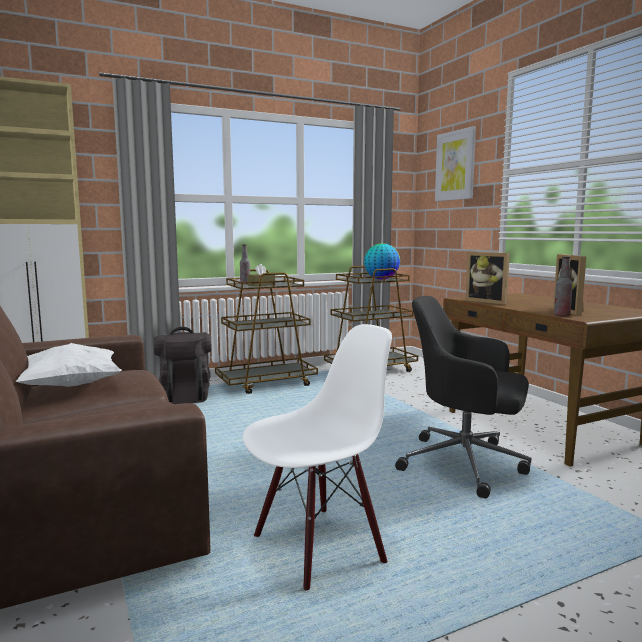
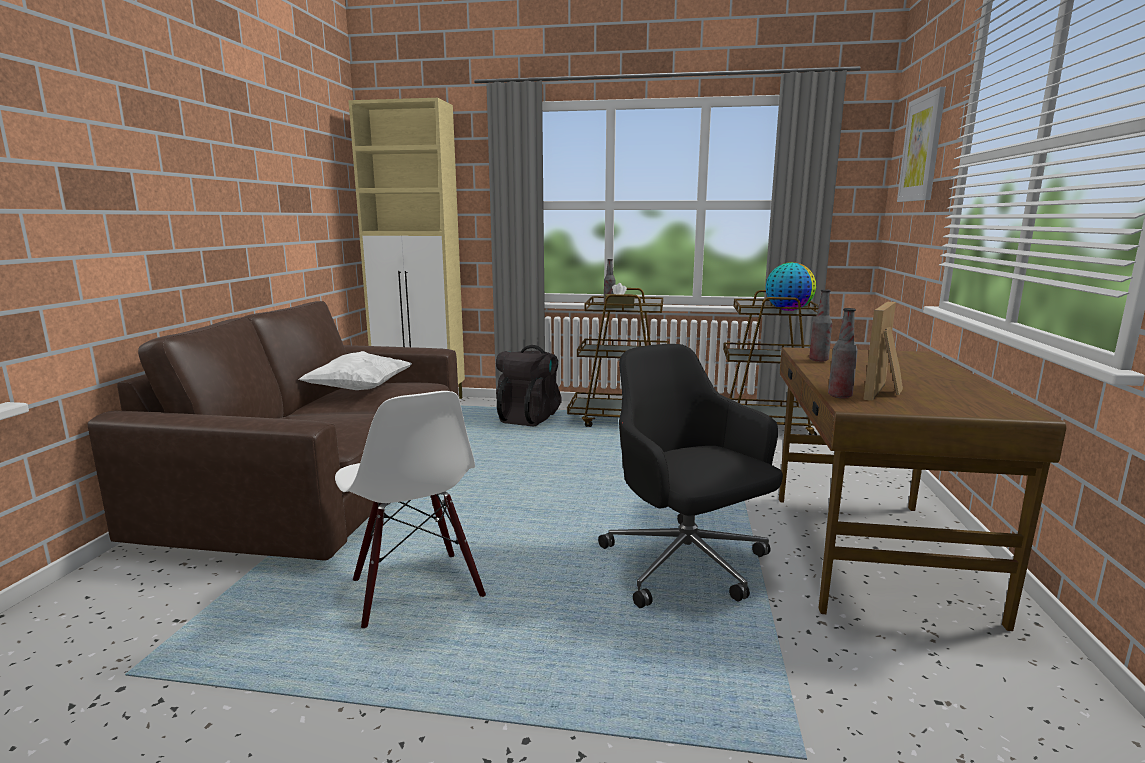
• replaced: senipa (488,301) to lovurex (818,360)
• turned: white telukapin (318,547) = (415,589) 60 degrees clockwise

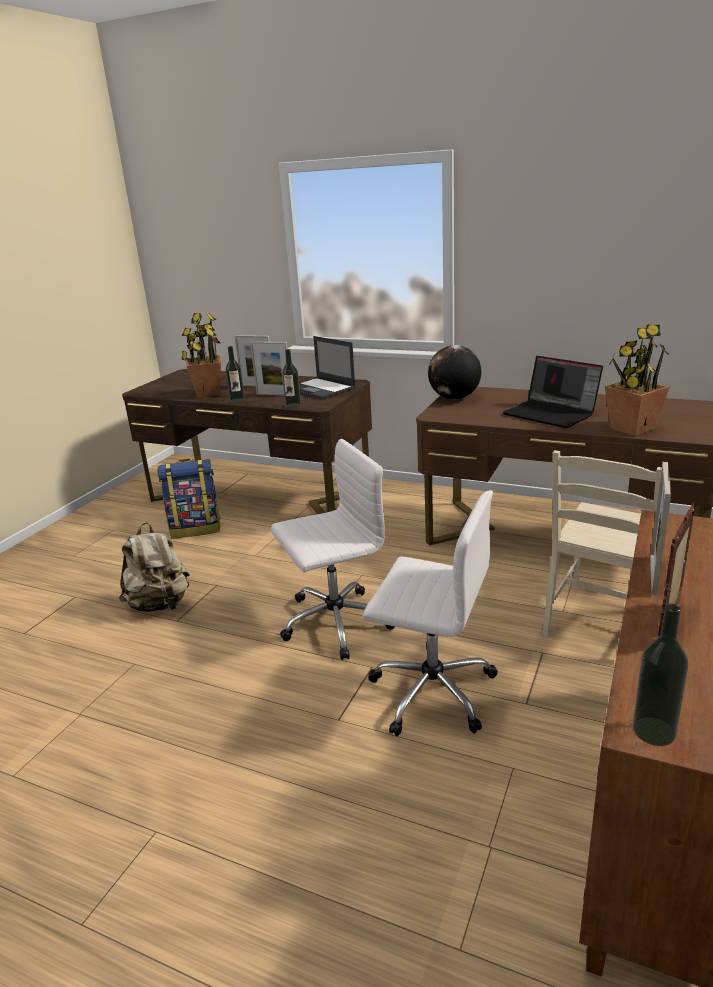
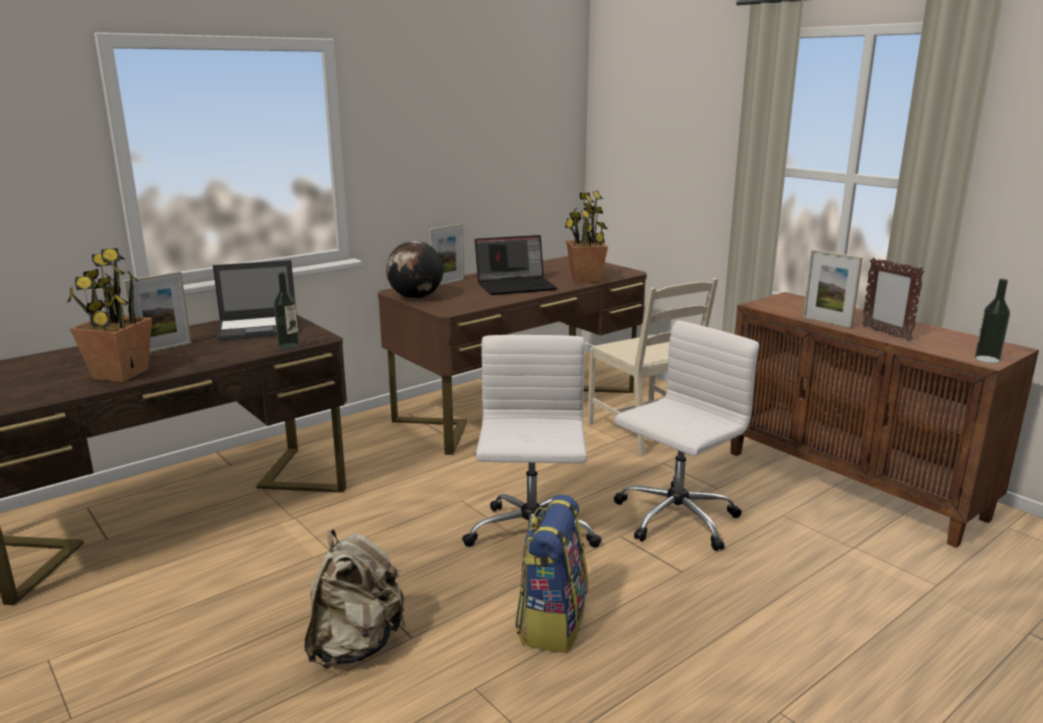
• moved: senipa (274,394) to (448,283)
• removed: lovurex (237,400)
• moved: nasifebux (196,529) to (551,622)

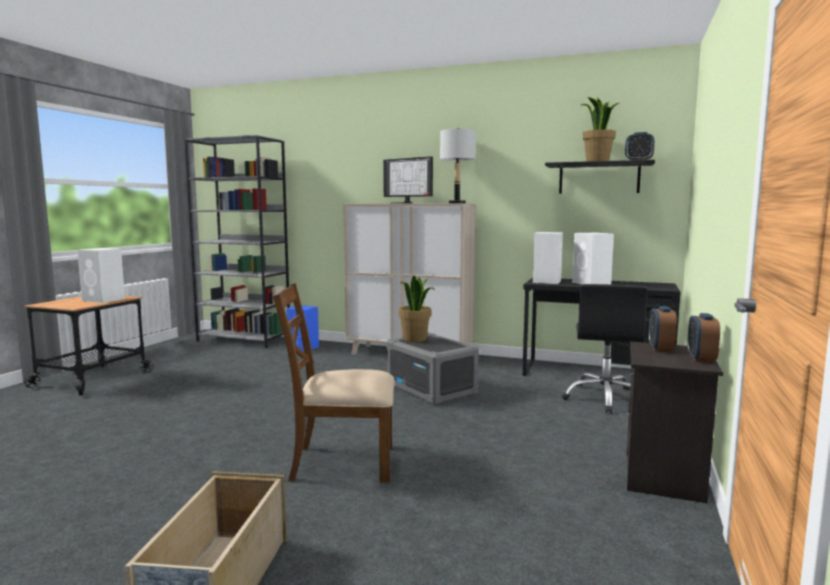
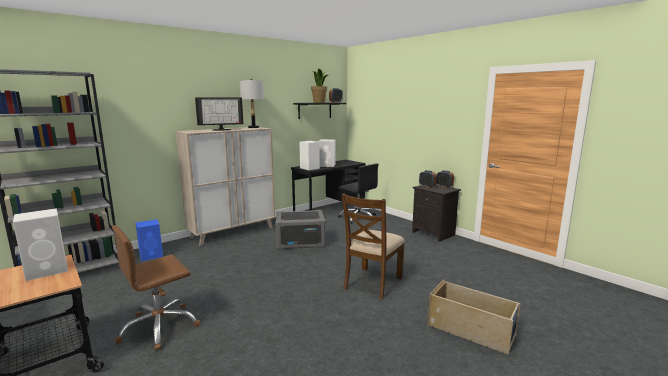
• removed: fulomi (415,339)
• added: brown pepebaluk (159,327)

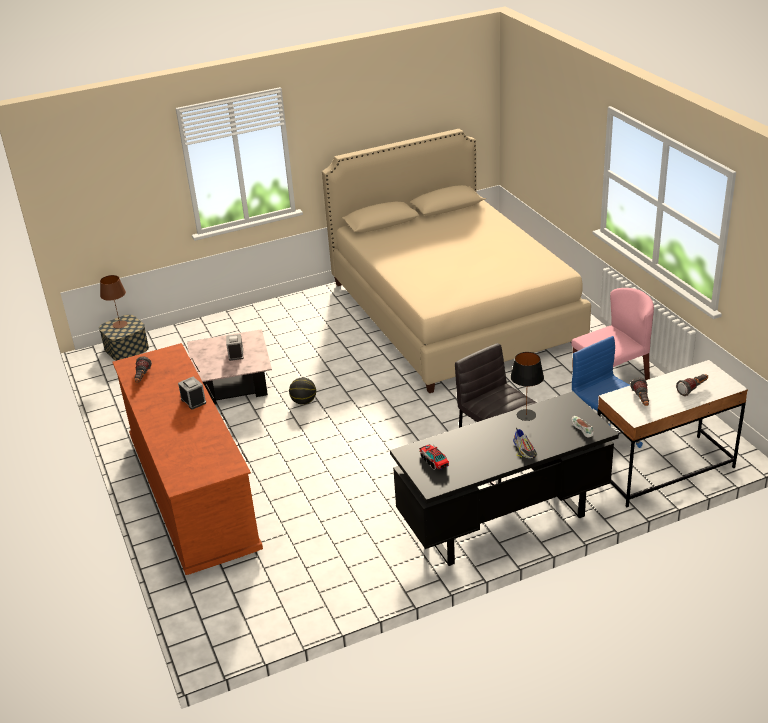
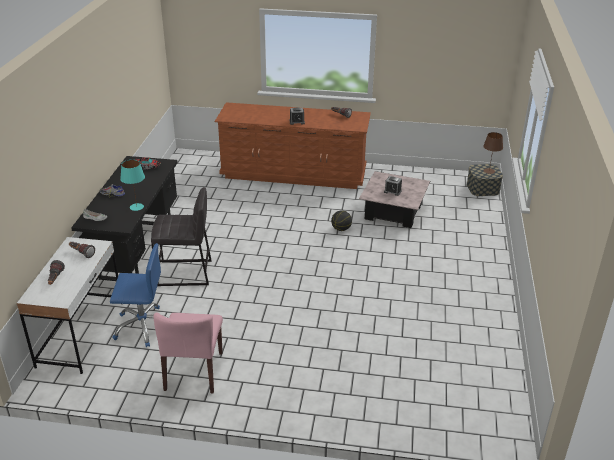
• removed: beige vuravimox (452,313)
• recoloured: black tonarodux (526,415) to turquoise tonarodux (136,207)

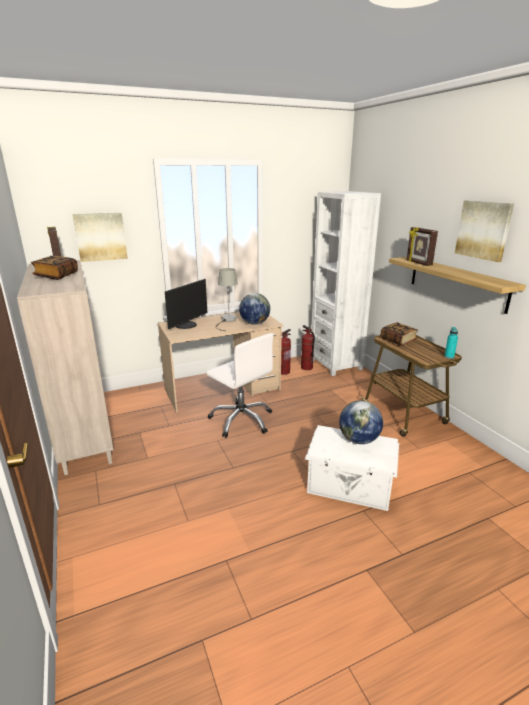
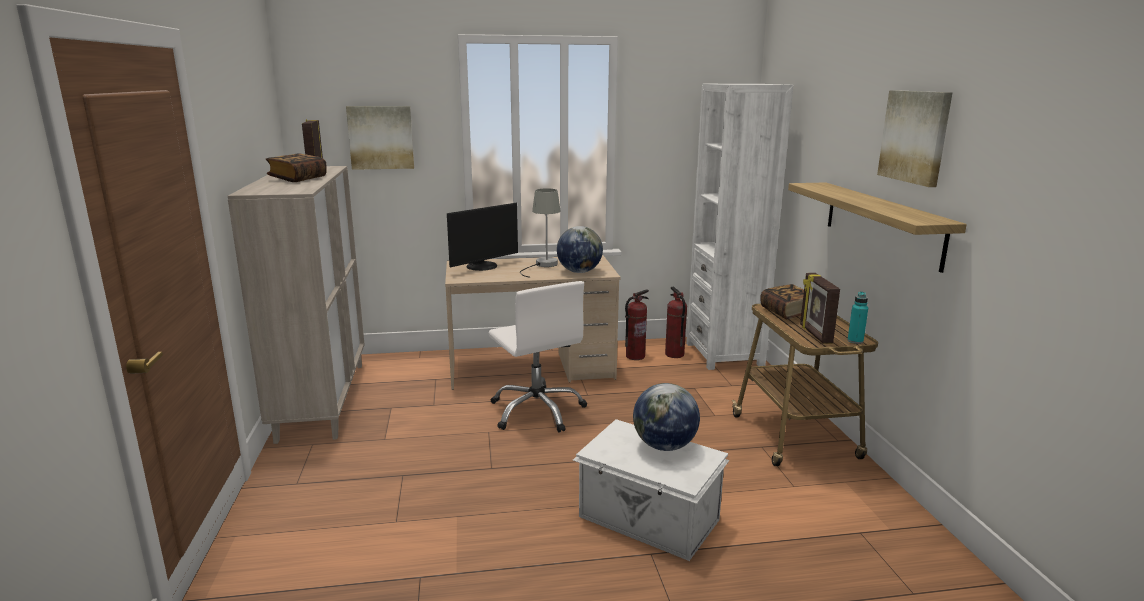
• moved: senipa (418,263) to (814,334)

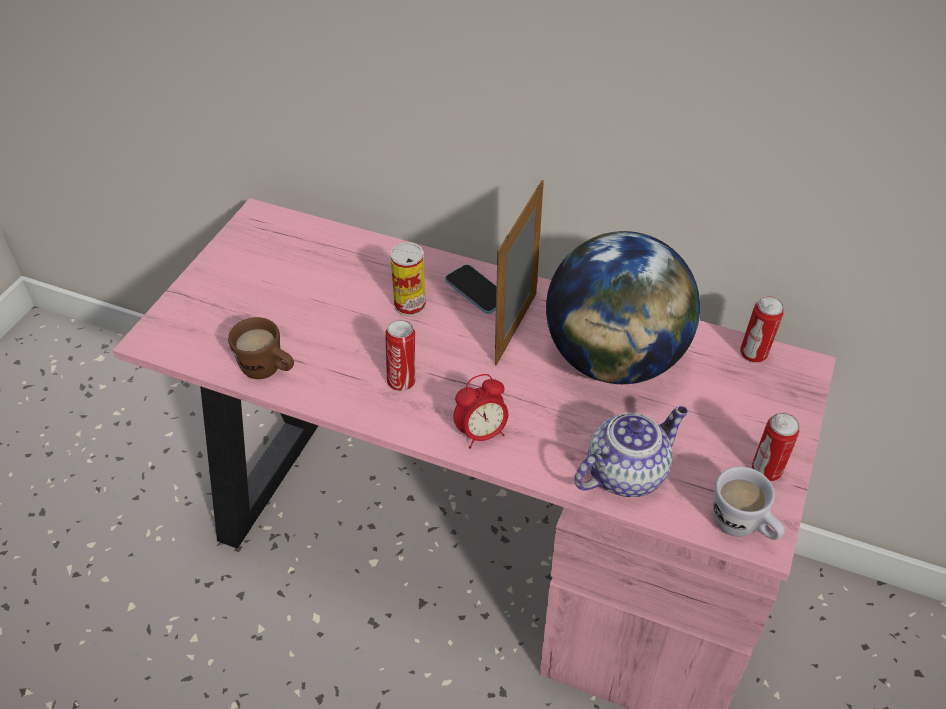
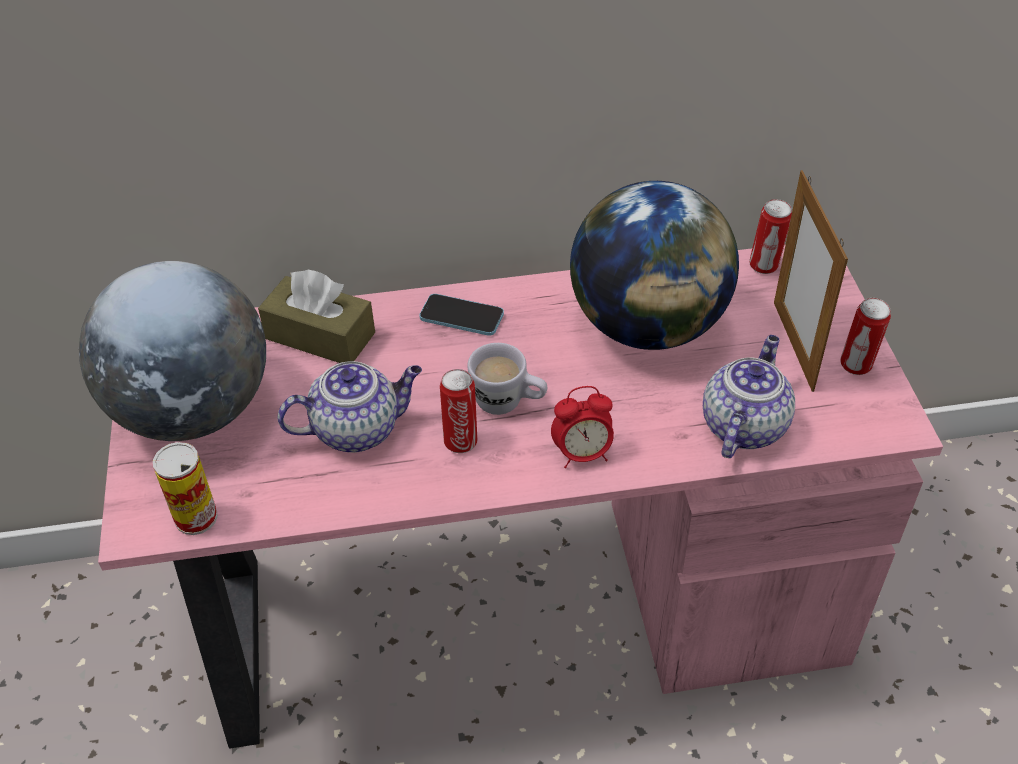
• moved: senipa (516,328) to (793,345)
• moved: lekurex (410,305) to (196,517)
• removed: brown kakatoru (268,371)
• turned: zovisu (481,433) = (582,454) 45 degrees clockwise
• moved: white kakatoru (743,528) to (508,403)
• added: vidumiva (194,410)
• added: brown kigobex (320,336)
• added: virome (358,429)

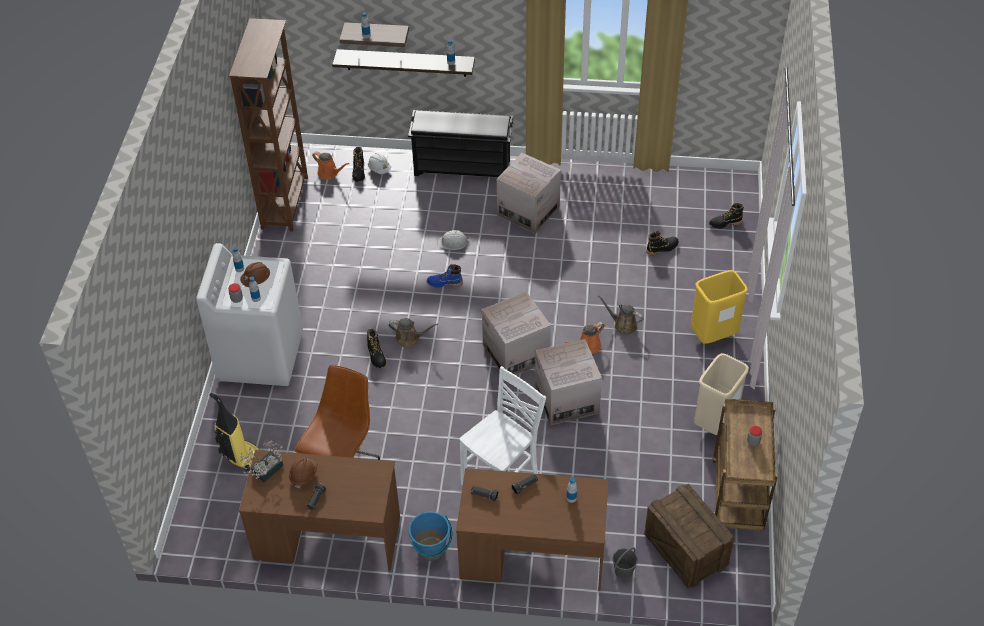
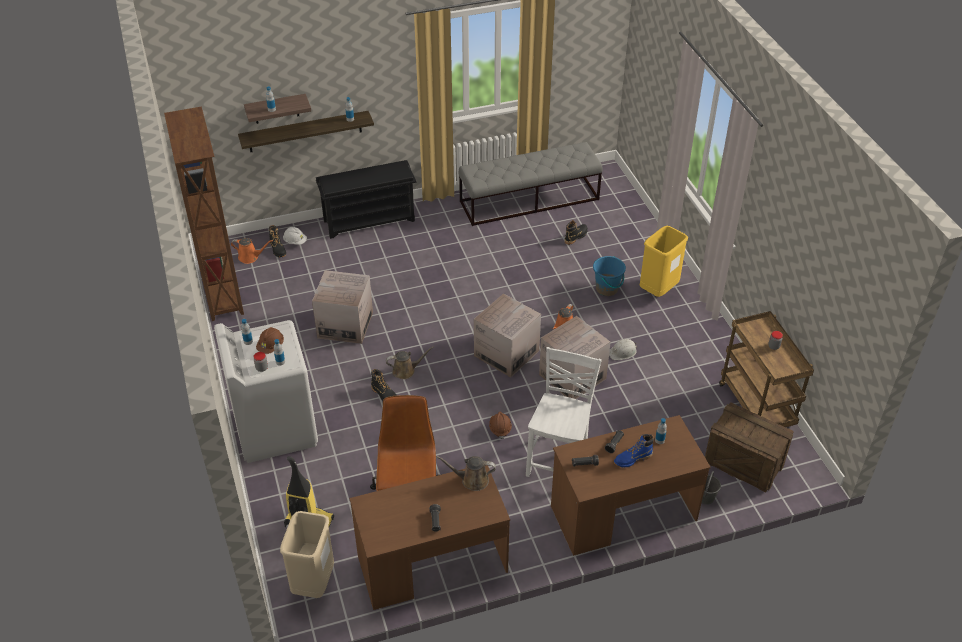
• moved: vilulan (528,211) to (345,325)
• removed: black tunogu (725,223)
• moved: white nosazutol (452,243) to (622,352)
• moved: blue tunogu (444,283) to (632,459)
• moved: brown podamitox (623,324) to (472,480)
• moved: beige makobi (715,422) to (314,583)
• removed: fulomi (264,471)
• moved: brown nosazutol (303,475) to (500,428)
• moved: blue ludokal (431,549) to (607,289)
• added: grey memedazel (529,200)

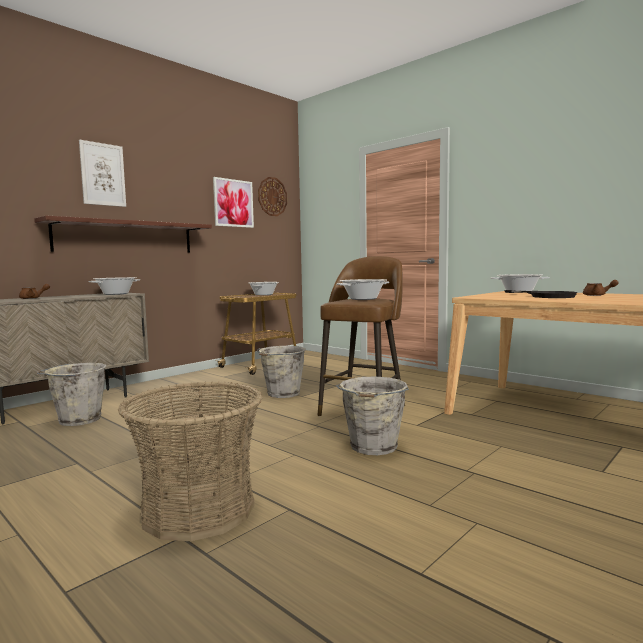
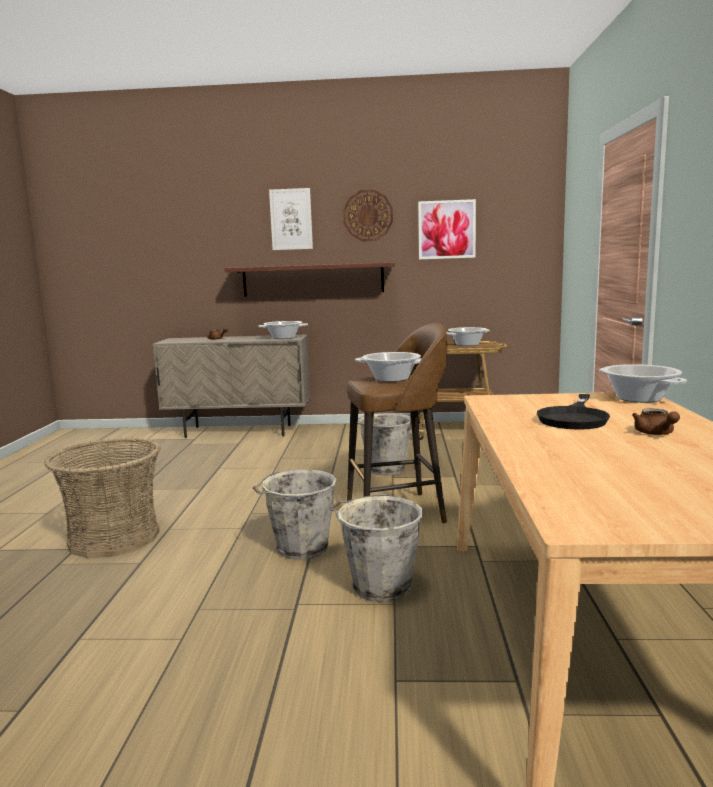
• moved: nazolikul (272,196) to (368,215)
• moved: grey ludokal (78,420) to (379,586)

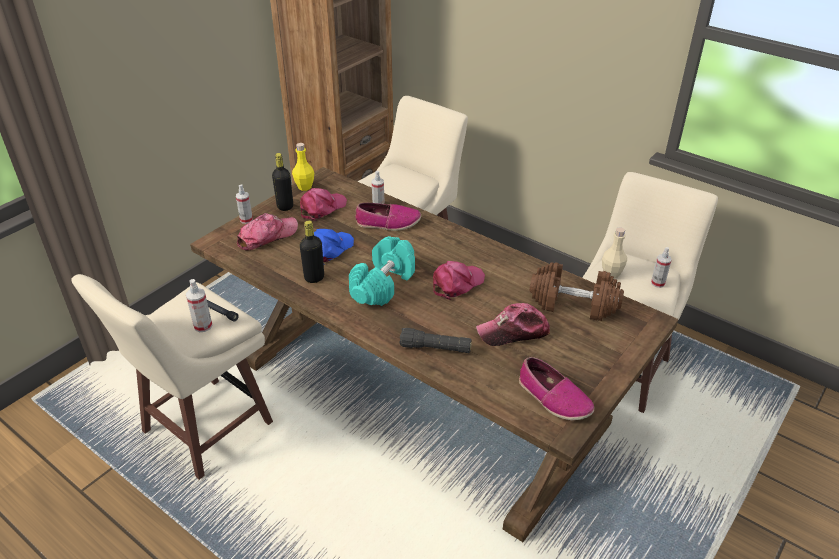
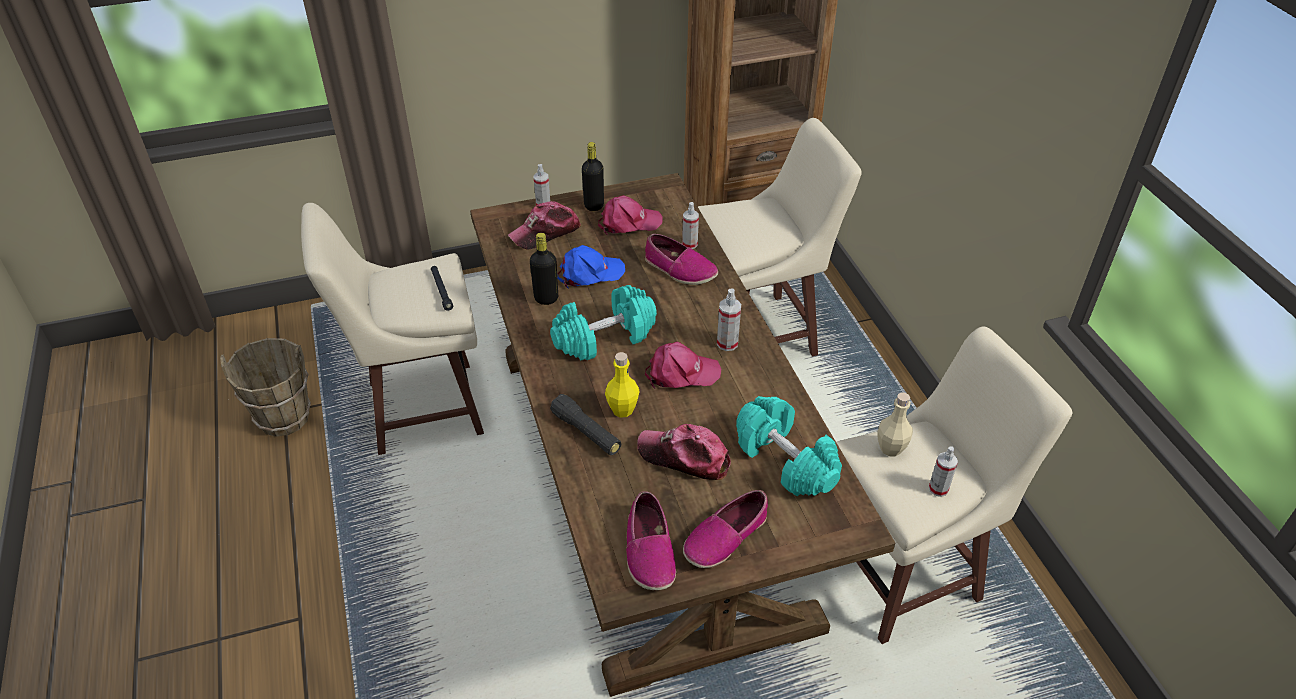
• moved: yellow lovurex (304,187) to (622,410)
• turned: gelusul (267,236) = (545,232) 150 degrees clockwise
• recoloured: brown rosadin (574,304) to turquoise rosadin (786,460)
• moved: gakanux (203,326) to (727,343)
• added: brown ludokal (284,417)
• added: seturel (725,537)

